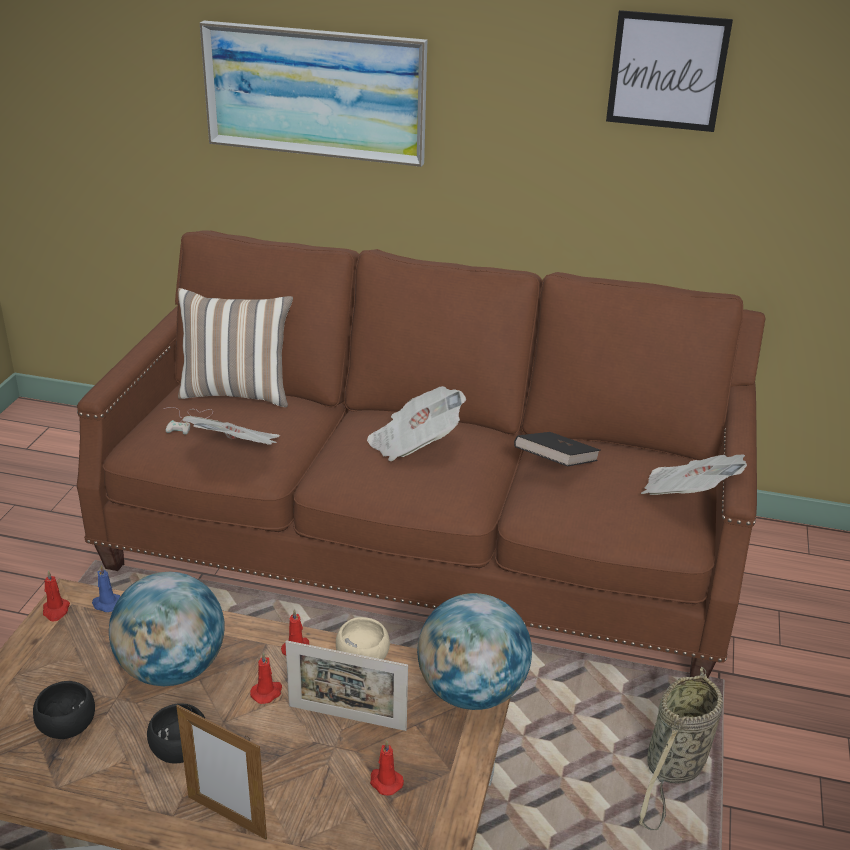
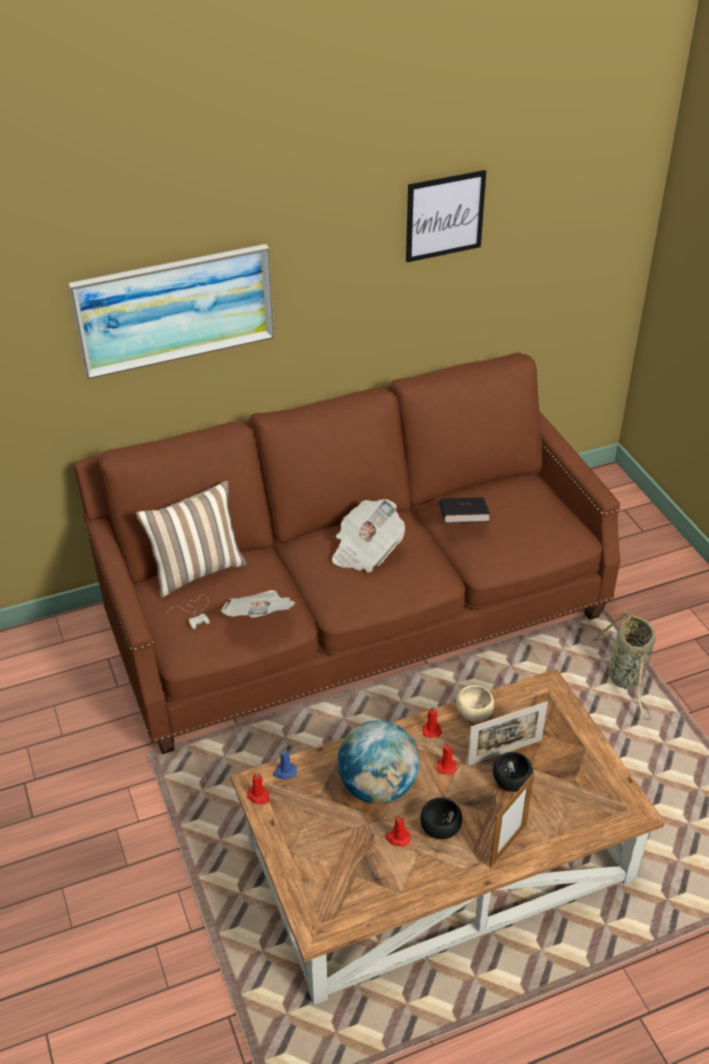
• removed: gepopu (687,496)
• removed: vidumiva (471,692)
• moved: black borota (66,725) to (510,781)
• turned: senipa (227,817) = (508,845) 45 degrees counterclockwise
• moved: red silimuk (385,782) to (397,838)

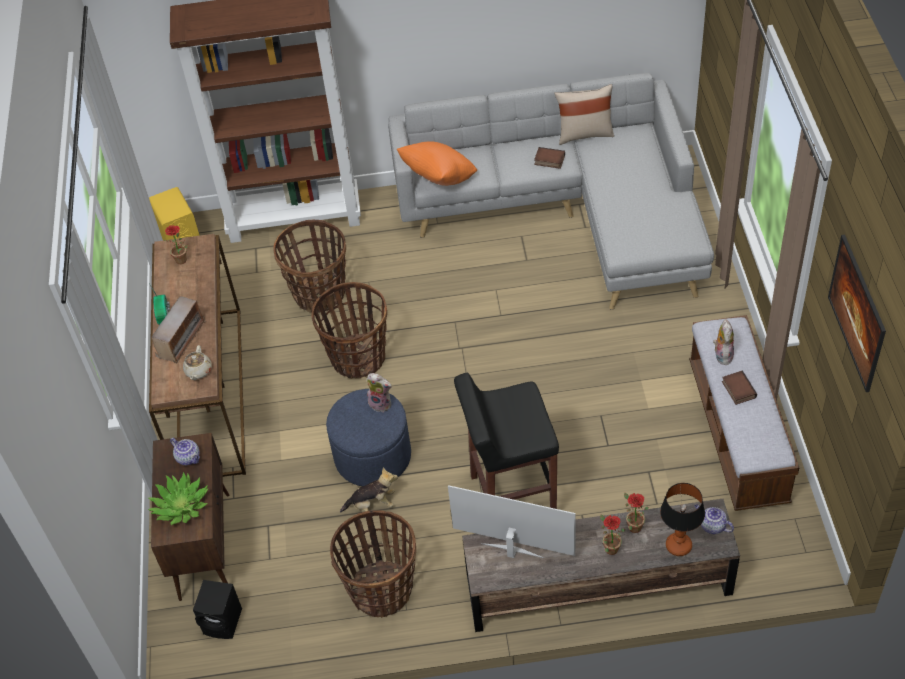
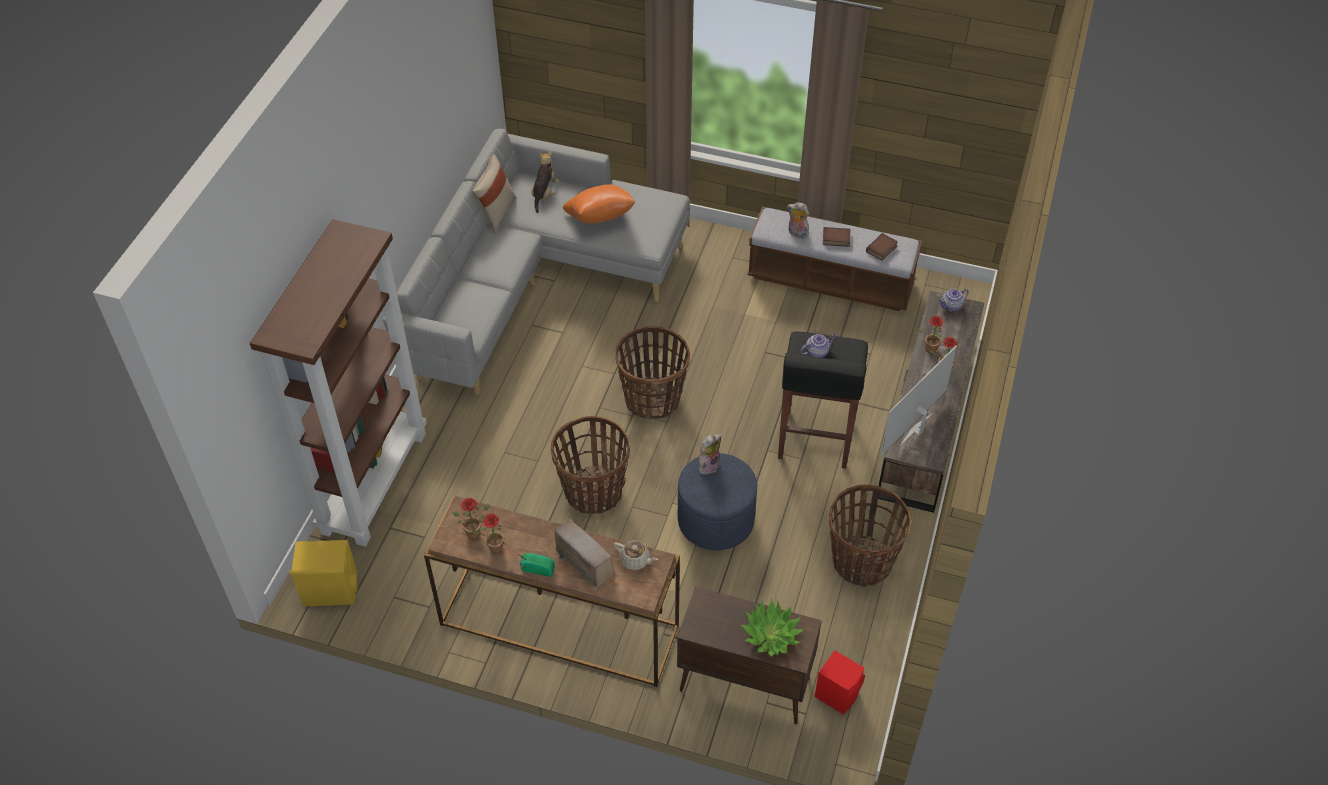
• moved: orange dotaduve (439,179) to (599,220)
• moved: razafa (549,160) to (882,249)
• moved: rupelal (319,293) to (652,399)
• removed: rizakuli (853,328)
• moved: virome (189,458) to (817,352)
• moved: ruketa (372,504) to (544,194)
• removed: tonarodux (679,545)
• recoloured: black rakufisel (224,622) to red rakufisel (838,694)
• added: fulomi (493,549)

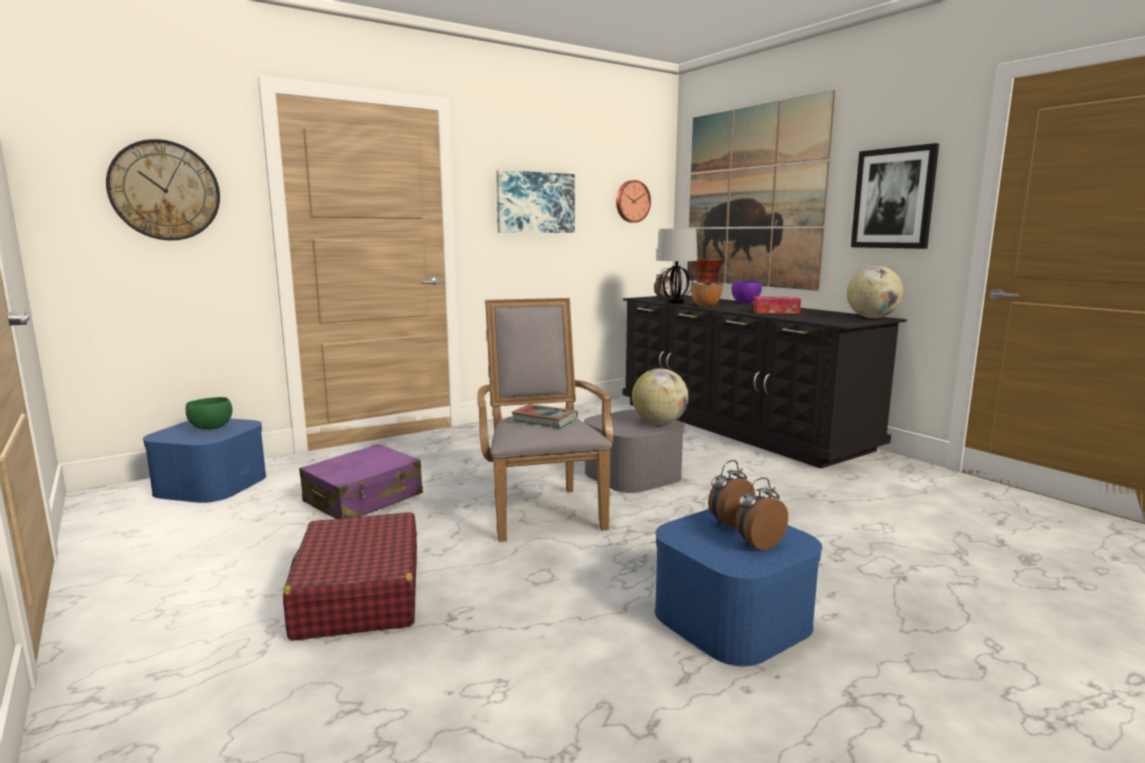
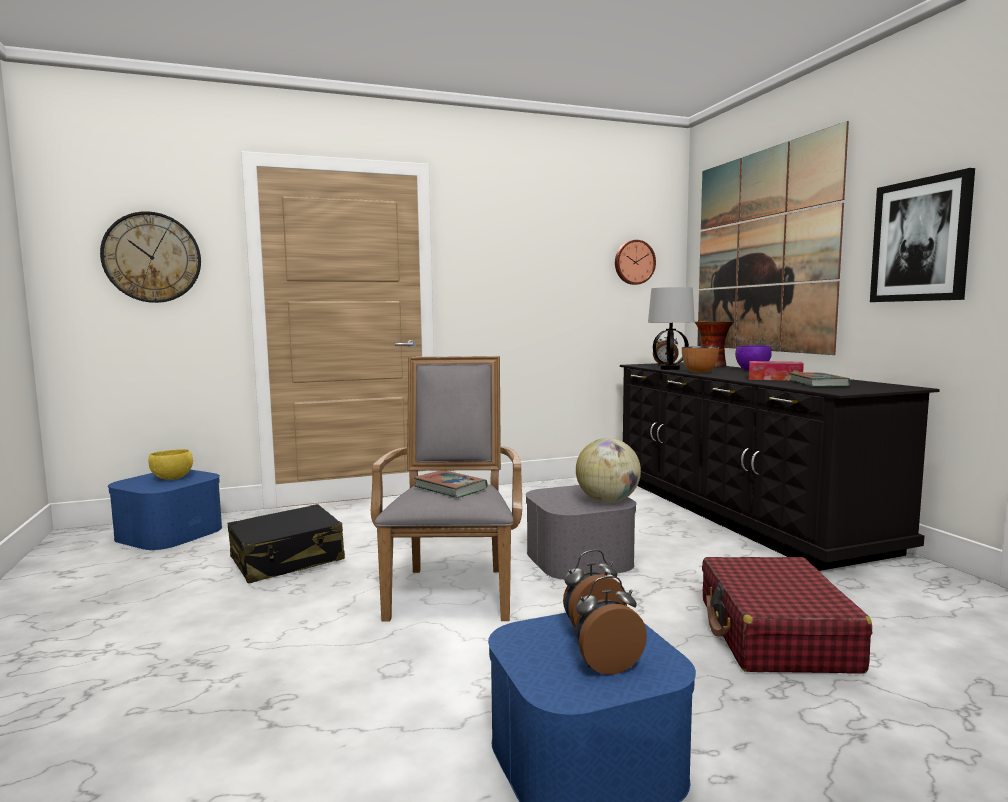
• removed: rizakuli (535,202)
• removed: vidumiva (872,318)
• recoloured: green borota (212,428) to yellow borota (172,478)
• recoloured: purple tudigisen (364,499) to black tudigisen (287,560)
• moved: red tudigisen (359,594) to (775,635)
• added: razafa (818,384)

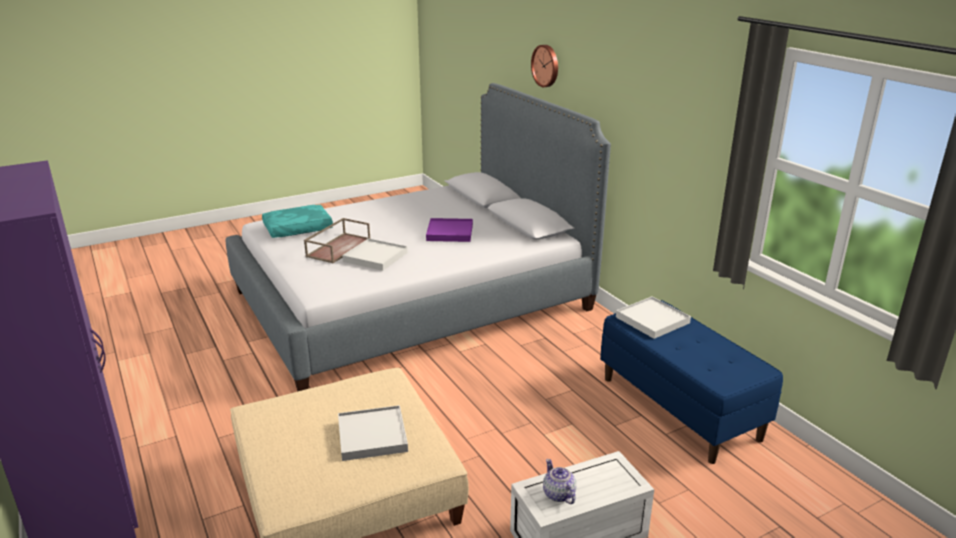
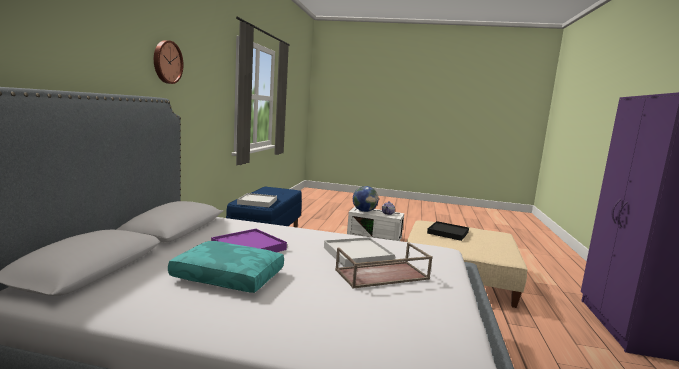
• moved: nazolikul (546,65) to (166,62)
• moved: turquoise dotaduve (297,229) to (230,276)
• recoloured: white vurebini (372,435) to black vurebini (447,233)
• added: vidumiva (364,211)

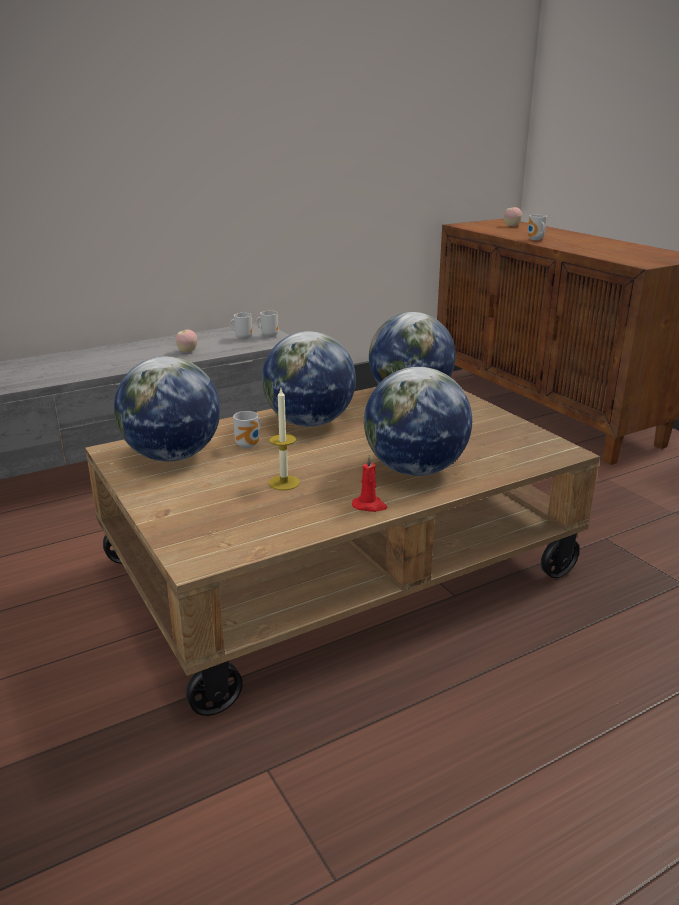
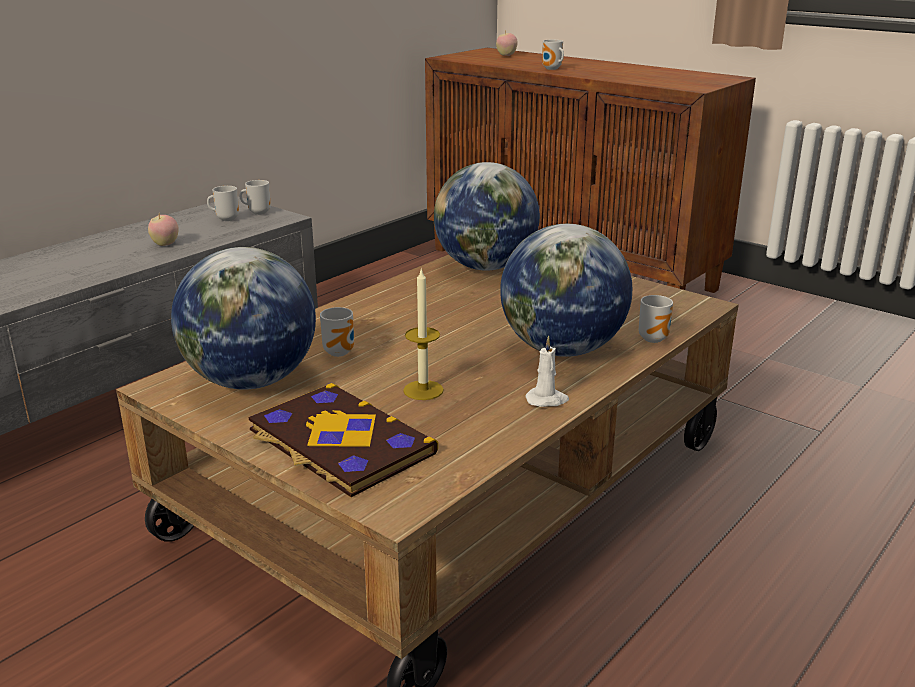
• removed: vidumiva (309,423)
• recoloured: red silimuk (370,506) to white silimuk (547,400)
• added: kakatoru (655,338)
• added: razafa (339,443)

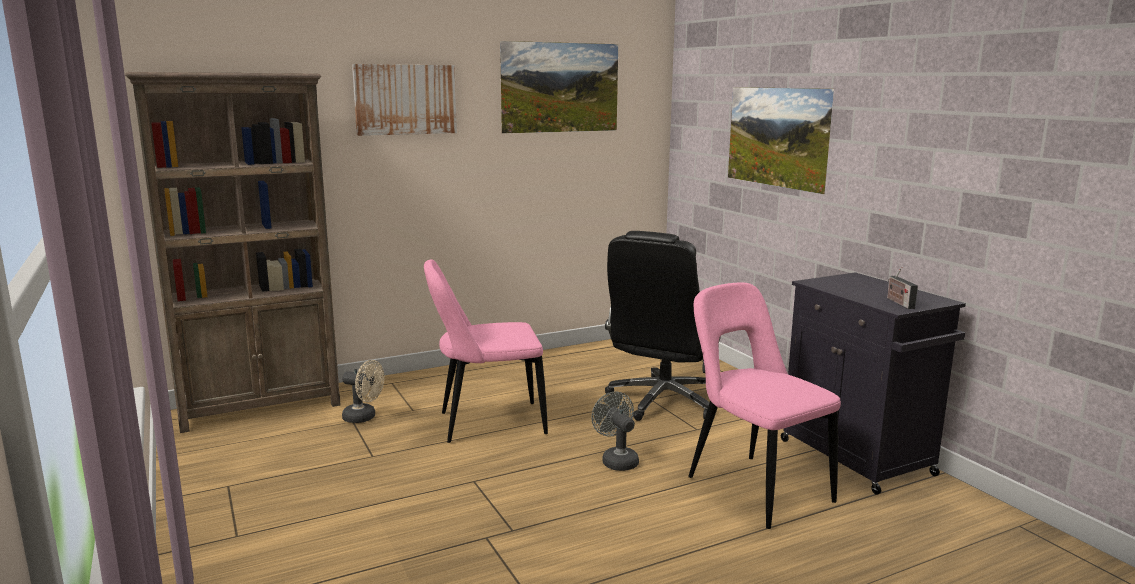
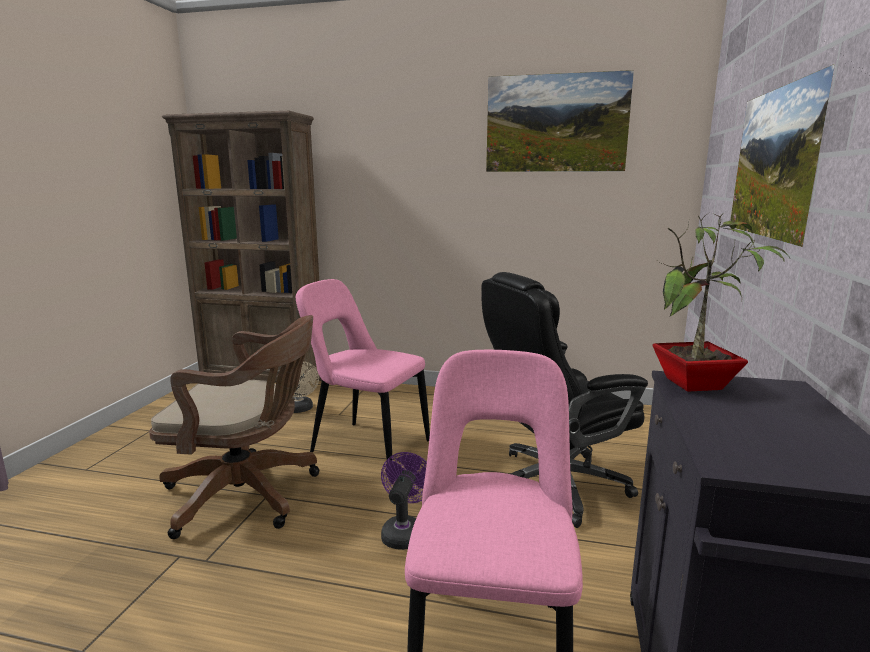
• removed: rizakuli (405,99)
• removed: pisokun (898,303)
• recoloured: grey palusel (616,460) to purple palusel (404,532)
• added: fulomi (695,386)
• added: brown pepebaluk (249,495)

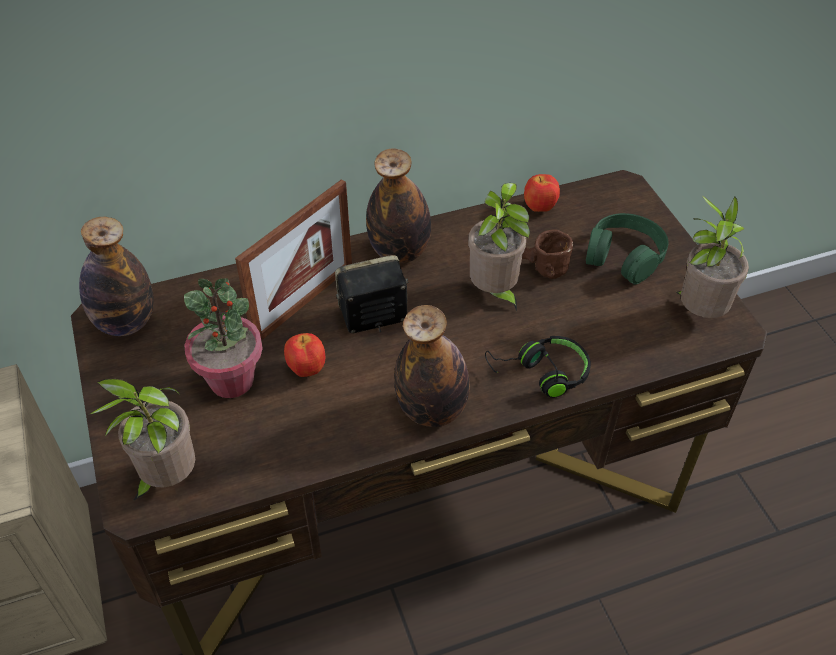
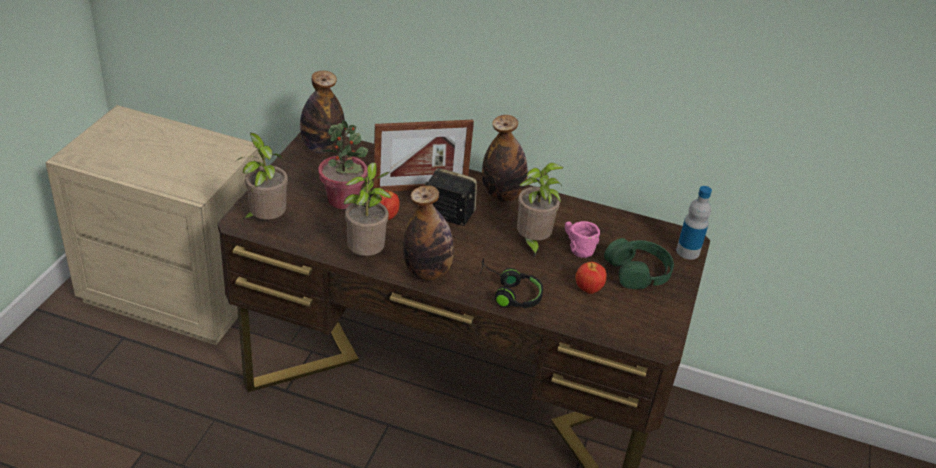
• moved: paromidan (539,208) to (588,289)
• moved: fulomi (698,312) to (366,254)
• recoloured: brown kakatoru (539,268) to pink kakatoru (575,247)
• added: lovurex (687,251)

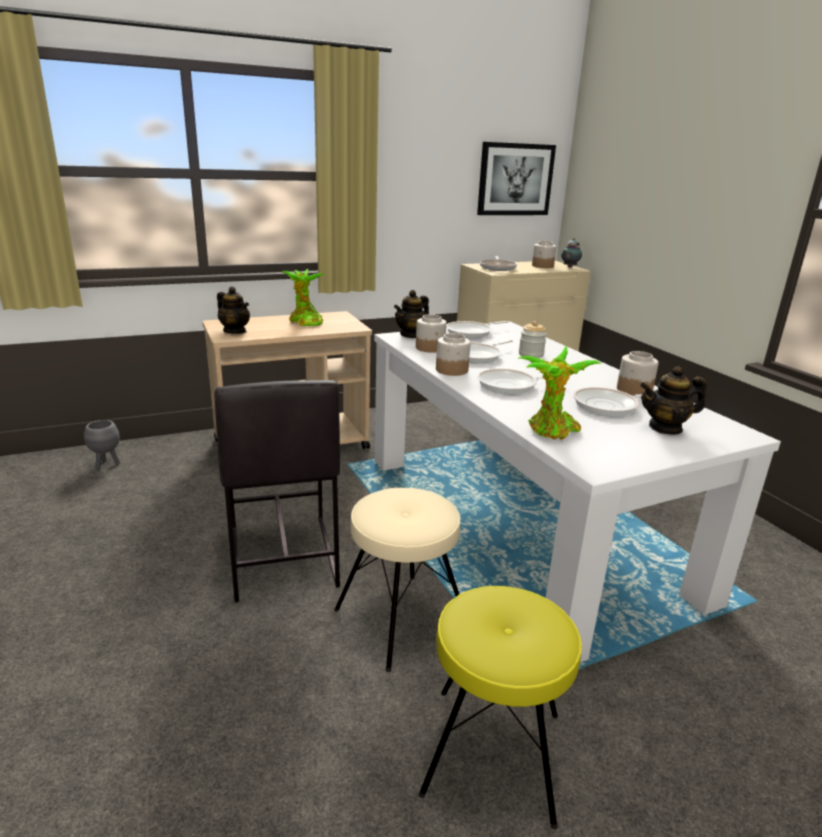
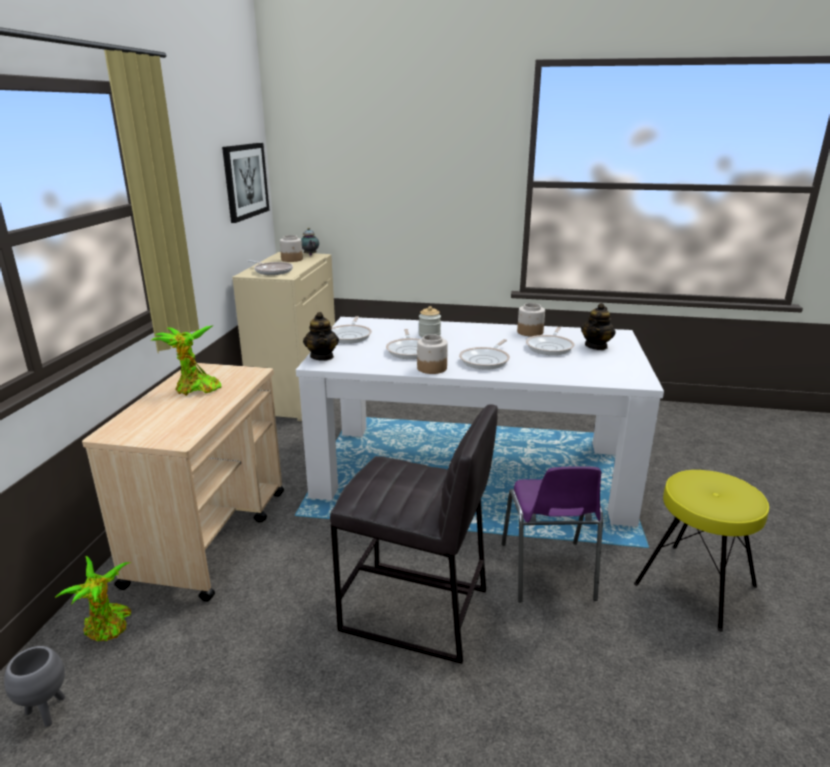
• removed: virome (235,331)
• removed: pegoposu (430,348)
• moved: fulomi (551,431) to (108,628)
• replaced: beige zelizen (400,619) to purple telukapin (548,573)

